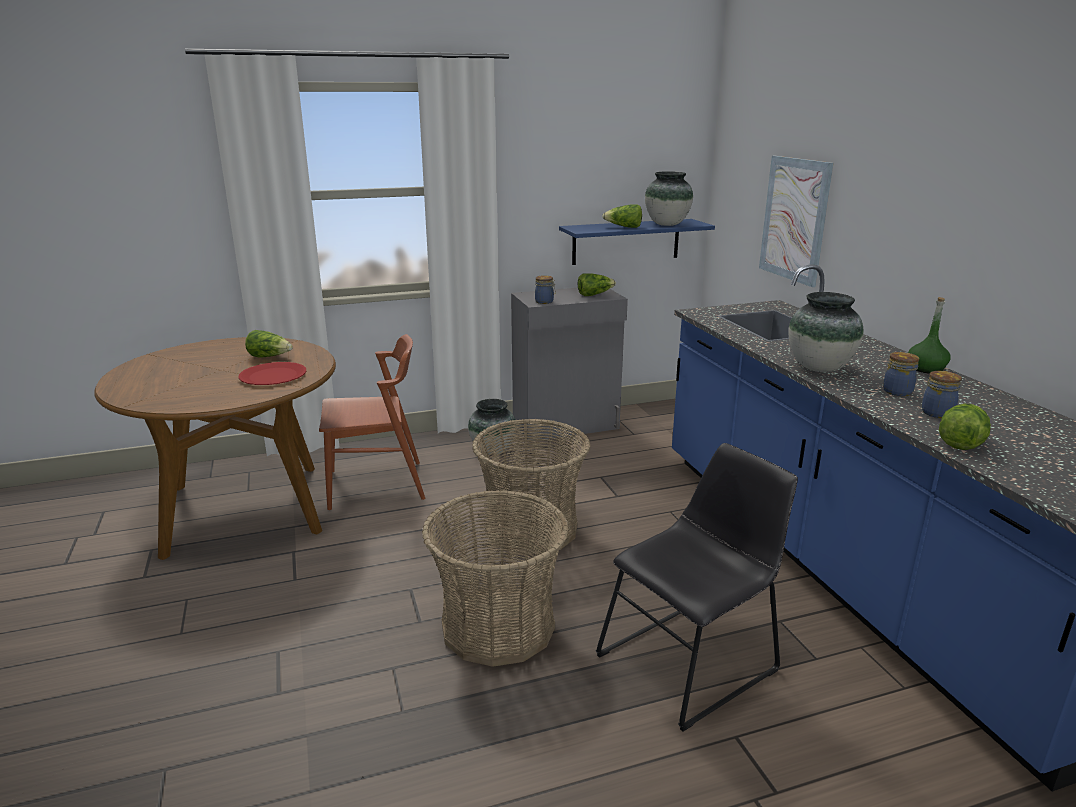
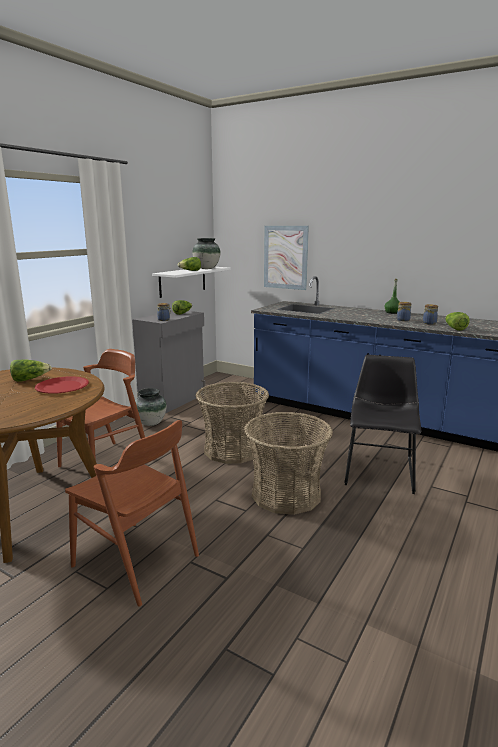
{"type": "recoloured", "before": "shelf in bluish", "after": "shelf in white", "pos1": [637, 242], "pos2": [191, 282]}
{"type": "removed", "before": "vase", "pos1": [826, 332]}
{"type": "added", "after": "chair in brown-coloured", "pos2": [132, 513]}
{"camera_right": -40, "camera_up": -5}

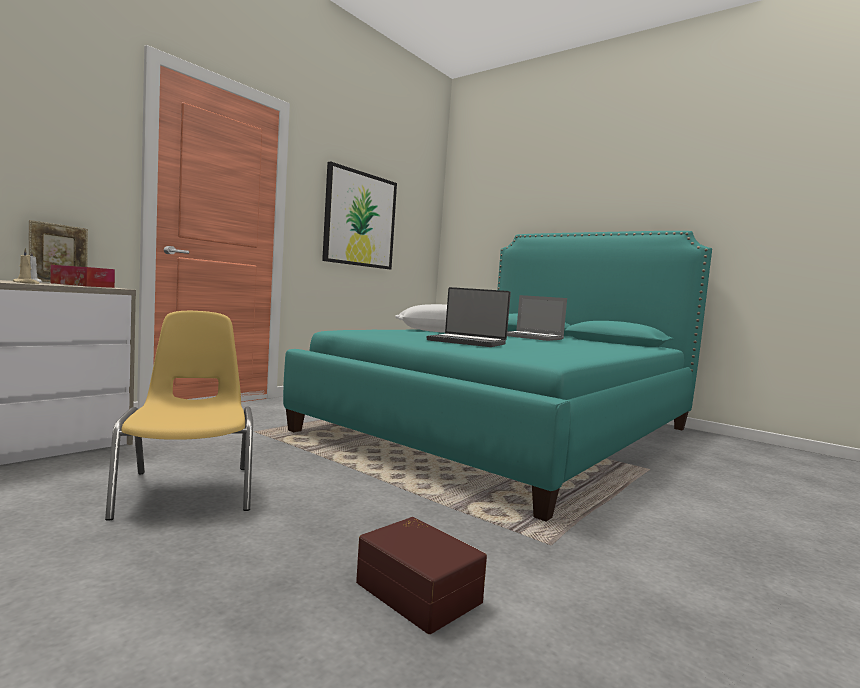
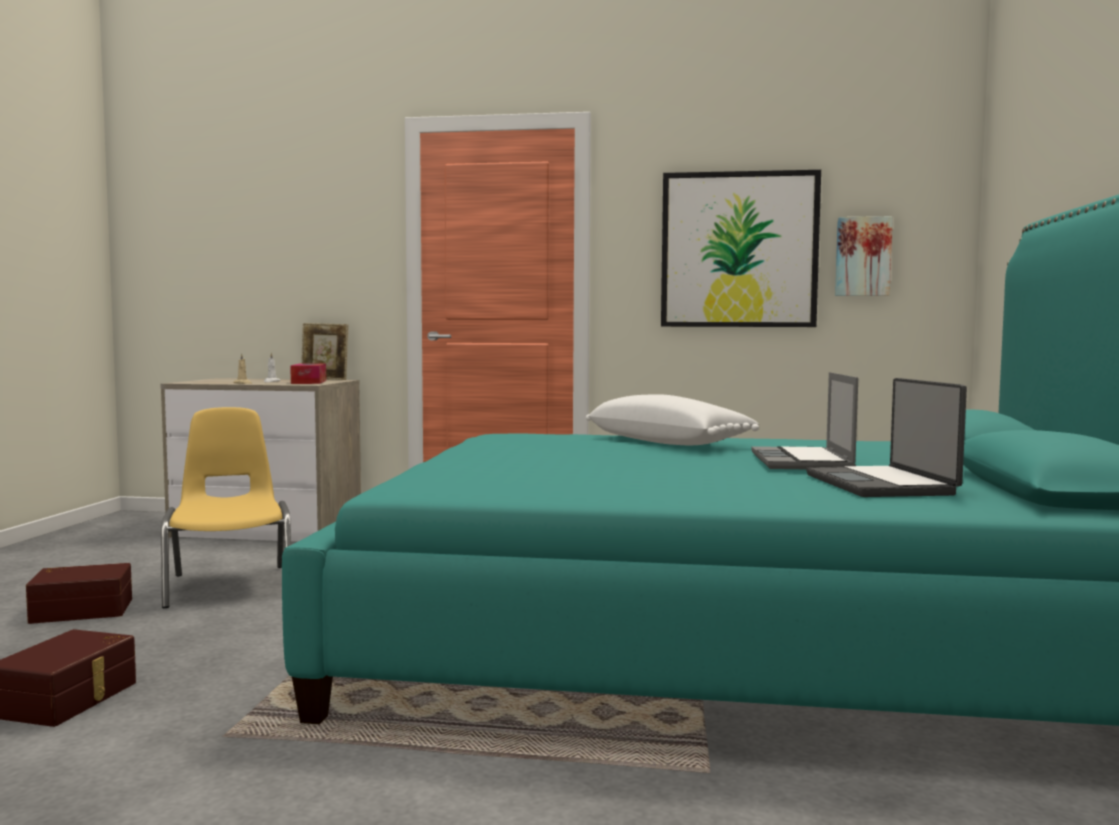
{"type": "turned", "before": "chair in yellow-coloured", "pos1": [179, 416], "pos2": [226, 507], "turn": -60}
{"type": "moved", "before": "notebook computer", "pos1": [469, 317], "pos2": [886, 437]}
{"type": "added", "after": "storage box in brown-coloured", "pos2": [79, 593]}
{"type": "added", "after": "wall art", "pos2": [864, 256]}
{"camera_right": 60, "camera_up": 0}

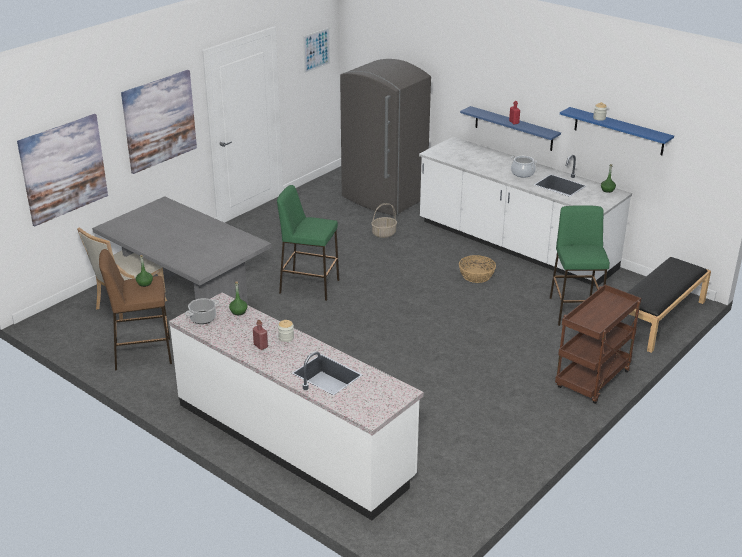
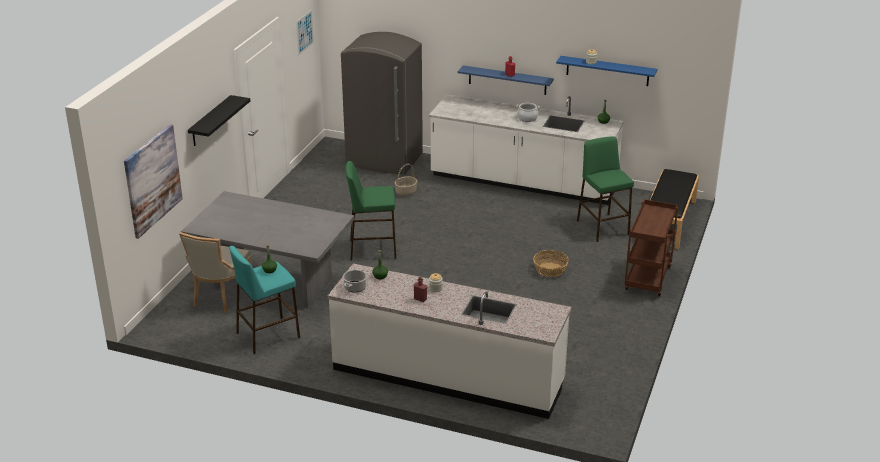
{"type": "recoloured", "before": "sitting stool in brown-coloured", "after": "sitting stool in turquoise-coloured", "pos1": [135, 310], "pos2": [264, 300]}
{"type": "replaced", "before": "wall art", "after": "shelf in black-coloured", "pos1": [159, 122], "pos2": [219, 120]}
{"type": "moved", "before": "storage basket", "pos1": [477, 269], "pos2": [551, 263]}
{"camera_right": -20, "camera_up": 0}

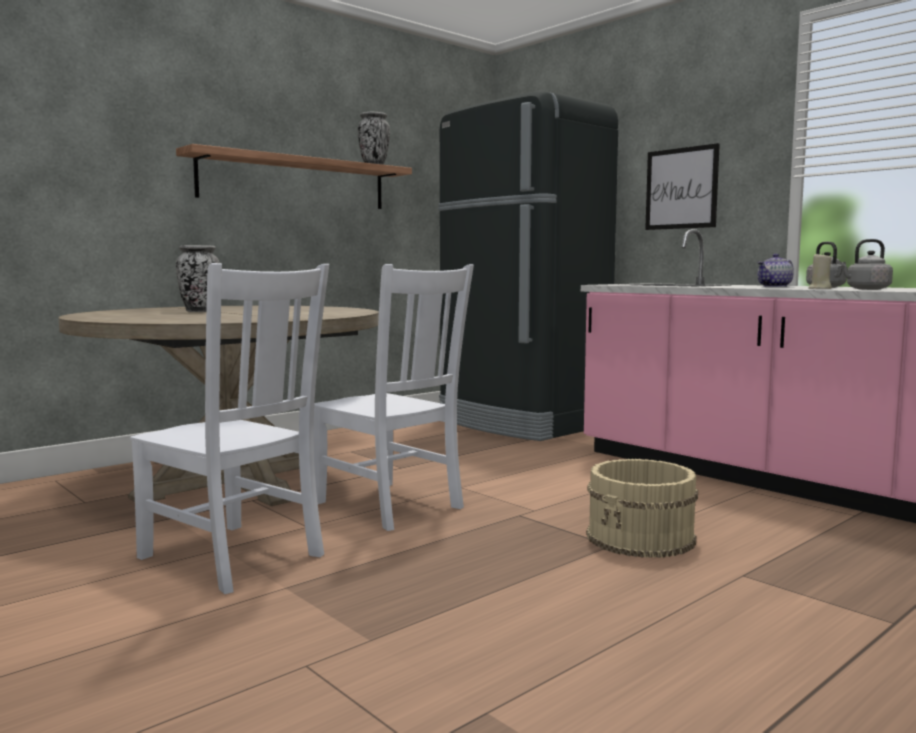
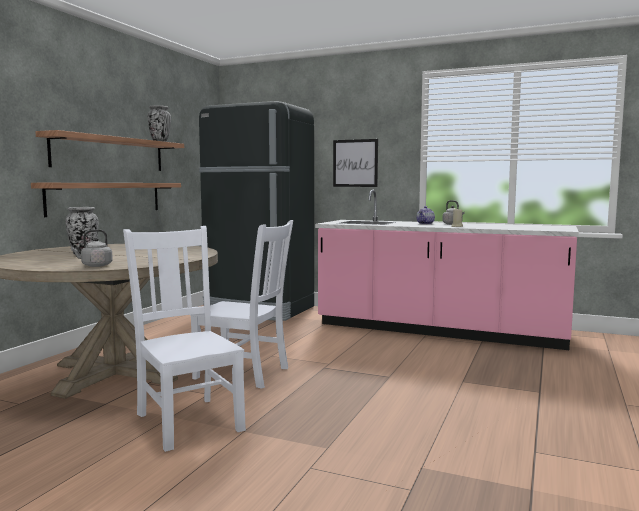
{"type": "turned", "before": "chair in white", "pos1": [229, 428], "pos2": [184, 339], "turn": -135}
{"type": "removed", "before": "bucket in beige", "pos1": [642, 508]}
{"type": "moved", "before": "tea kettle in greyish", "pos1": [865, 264], "pos2": [92, 248]}
{"type": "added", "after": "shelf", "pos2": [106, 200]}
{"camera_right": -25, "camera_up": 0}

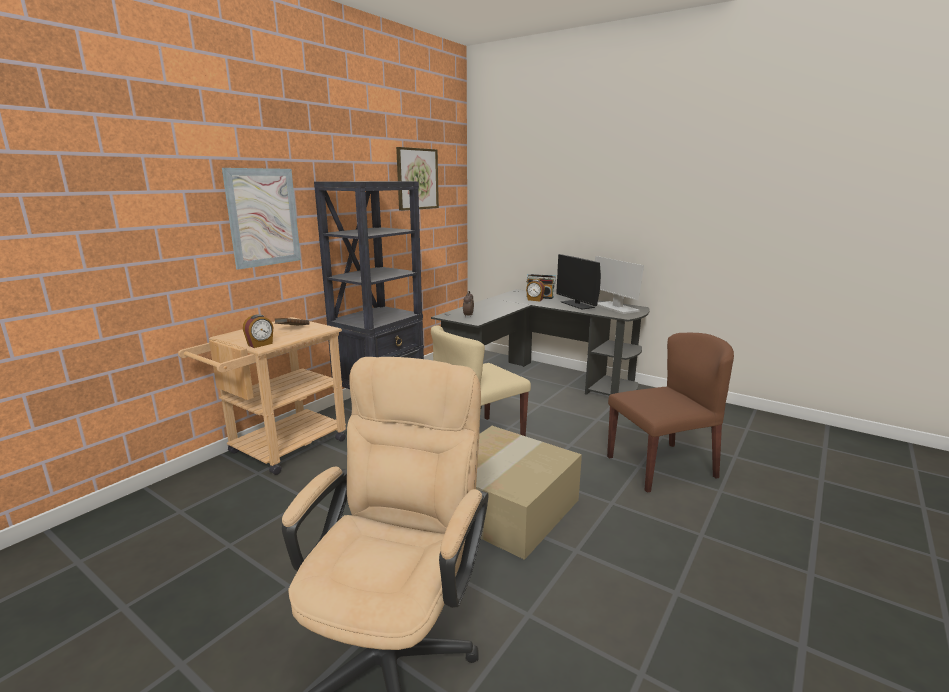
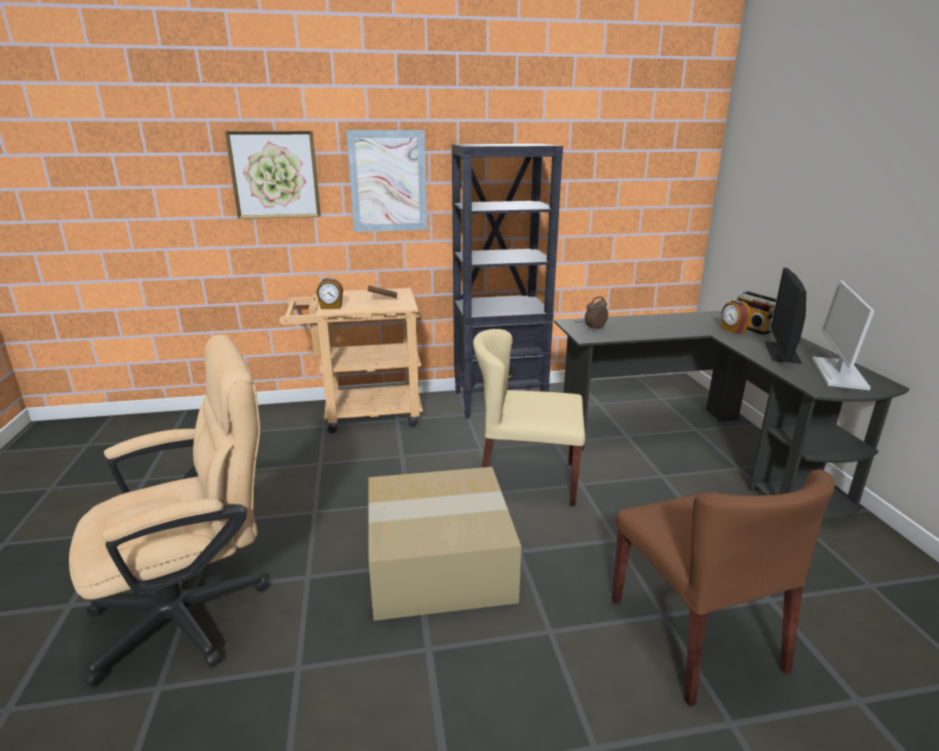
{"type": "moved", "before": "wall art", "pos1": [417, 179], "pos2": [273, 175]}
{"type": "turned", "before": "chair in brown-coloured", "pos1": [670, 413], "pos2": [723, 588], "turn": 45}
{"camera_right": 45, "camera_up": 5}

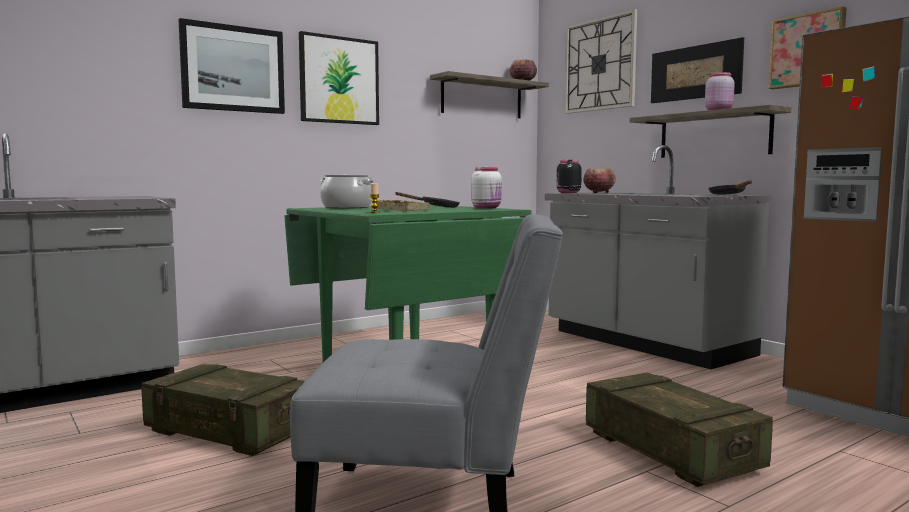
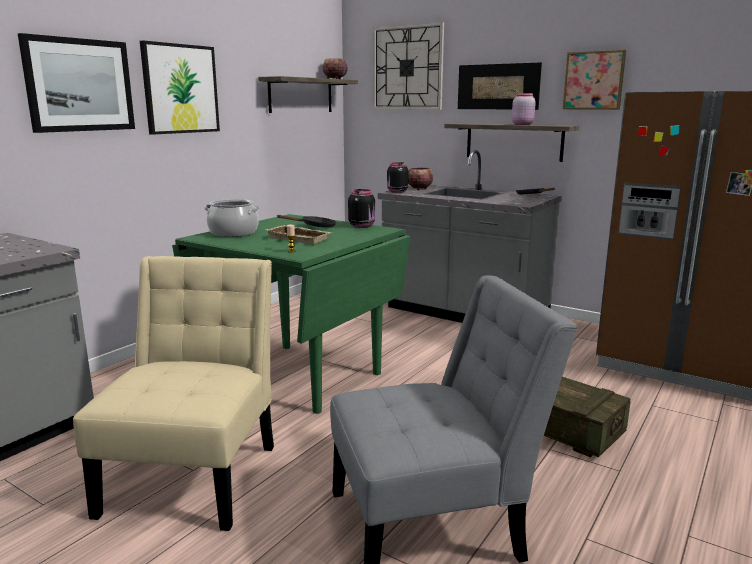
{"type": "replaced", "before": "crate", "after": "chair in beige", "pos1": [223, 410], "pos2": [173, 393]}
{"type": "recoloured", "before": "jar in white", "after": "jar in black-coloured", "pos1": [486, 188], "pos2": [361, 208]}
{"camera_right": -20, "camera_up": 10}

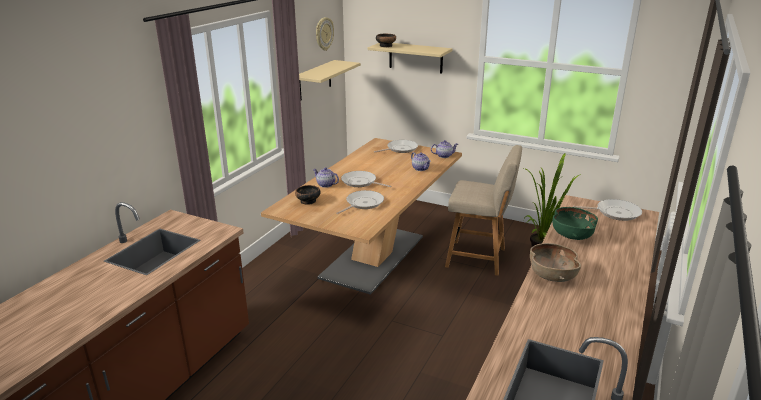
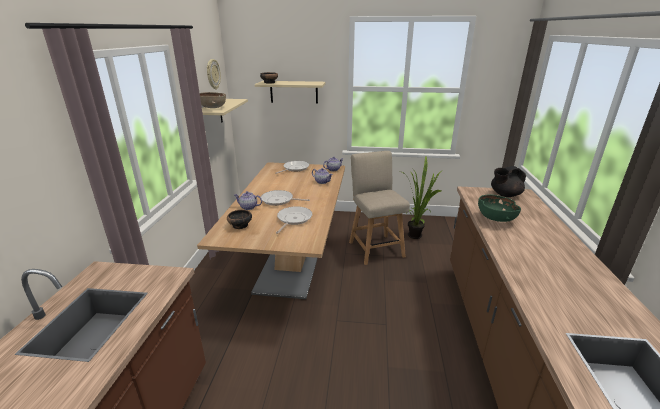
{"type": "turned", "before": "chair in beige", "pos1": [483, 210], "pos2": [379, 208], "turn": -105}
{"type": "moved", "before": "serving bowl in brown-coloured", "pos1": [555, 262], "pos2": [213, 100]}
{"type": "replaced", "before": "skillet", "after": "teapot in black-coloured", "pos1": [607, 210], "pos2": [508, 181]}
{"camera_right": -20, "camera_up": 0}

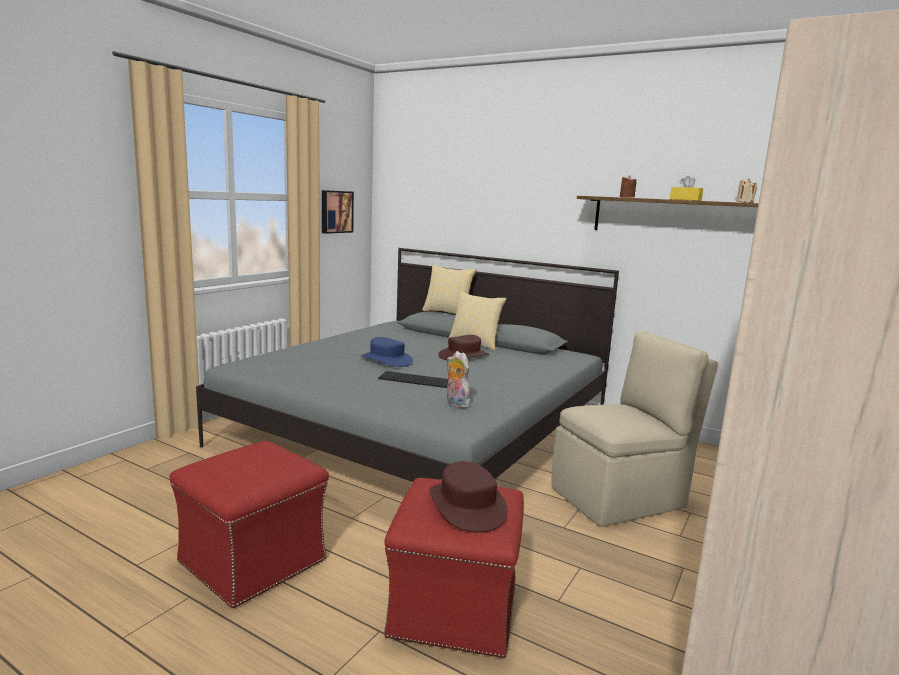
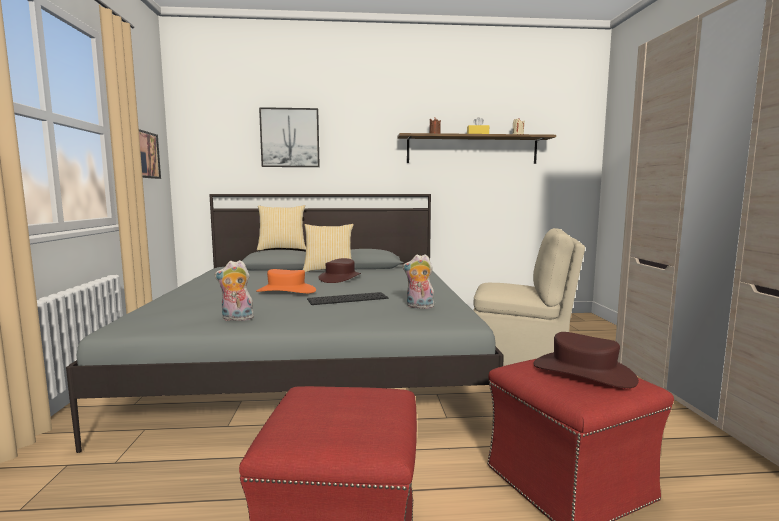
{"type": "recoloured", "before": "hat in bluish", "after": "hat in orange", "pos1": [387, 352], "pos2": [286, 281]}
{"type": "turned", "before": "chair in beige", "pos1": [634, 429], "pos2": [529, 297], "turn": 75}
{"type": "added", "after": "soft toy", "pos2": [234, 290]}
{"type": "added", "after": "wall art", "pos2": [289, 137]}
{"camera_right": -35, "camera_up": -5}

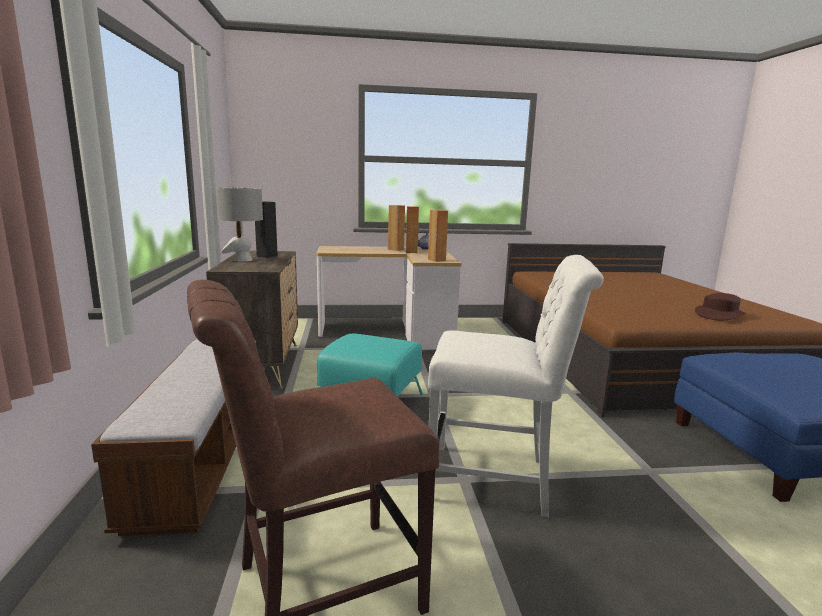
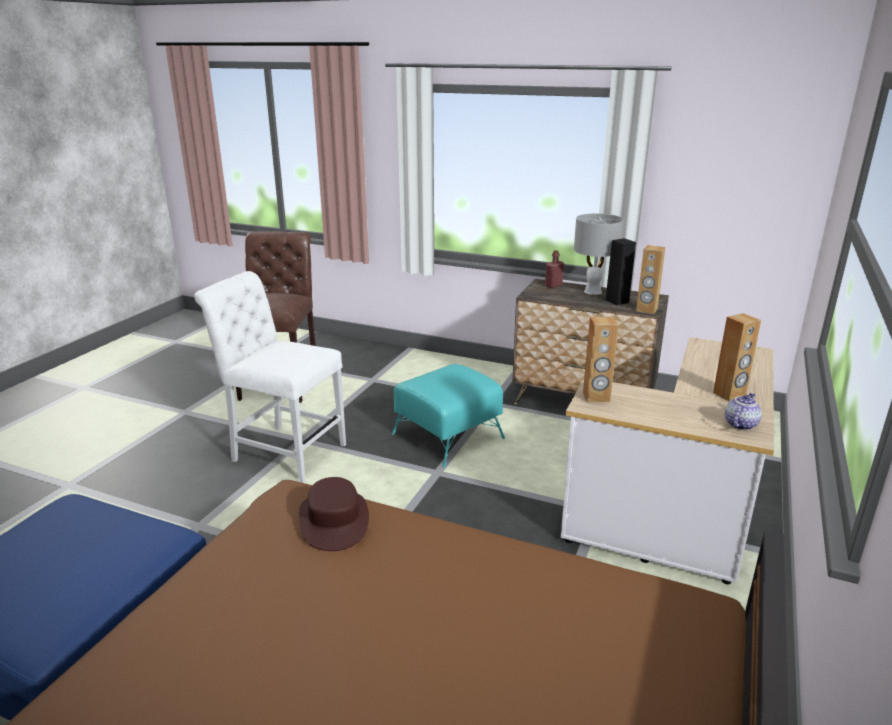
{"type": "removed", "before": "bench", "pos1": [173, 437]}
{"type": "moved", "before": "audio speaker in brown-coloured", "pos1": [412, 229], "pos2": [650, 279]}
{"type": "turned", "before": "chair in white", "pos1": [516, 386], "pos2": [270, 377], "turn": 75}
{"type": "moved", "before": "hat in brown-coloured", "pos1": [720, 306], "pos2": [334, 514]}
{"type": "added", "after": "drink bottle in red-coloured", "pos2": [554, 269]}
{"camera_right": 120, "camera_up": 10}

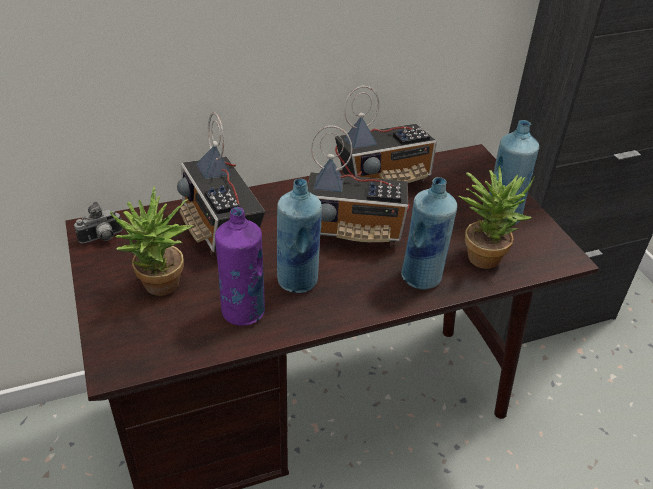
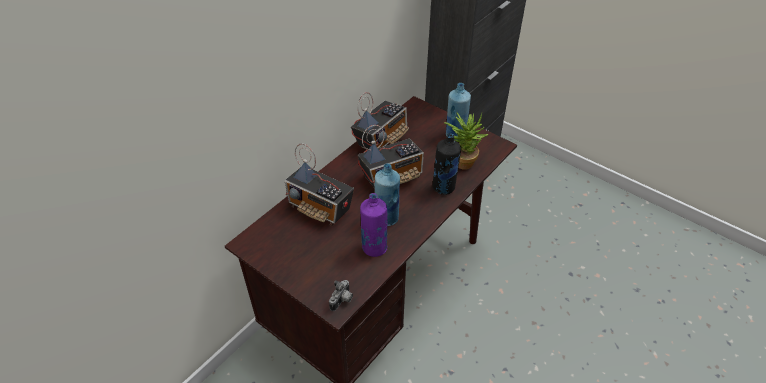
{"type": "moved", "before": "photo camera", "pos1": [98, 222], "pos2": [341, 295]}
{"type": "removed", "before": "plant in a pot", "pos1": [152, 241]}
{"type": "recoloured", "before": "drink bottle in bluish", "after": "drink bottle in black-coloured", "pos1": [429, 233], "pos2": [447, 164]}
{"camera_right": -30, "camera_up": 5}

